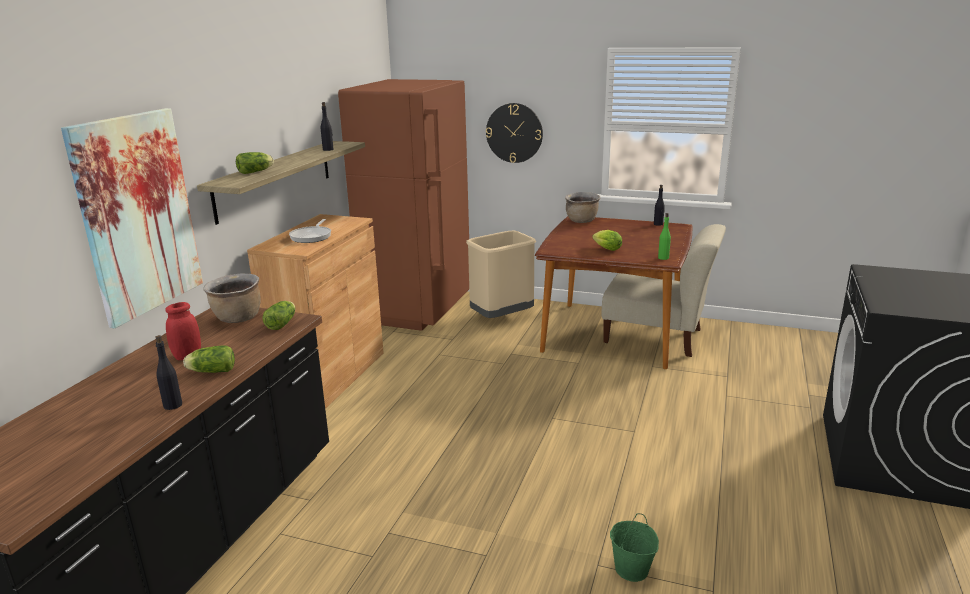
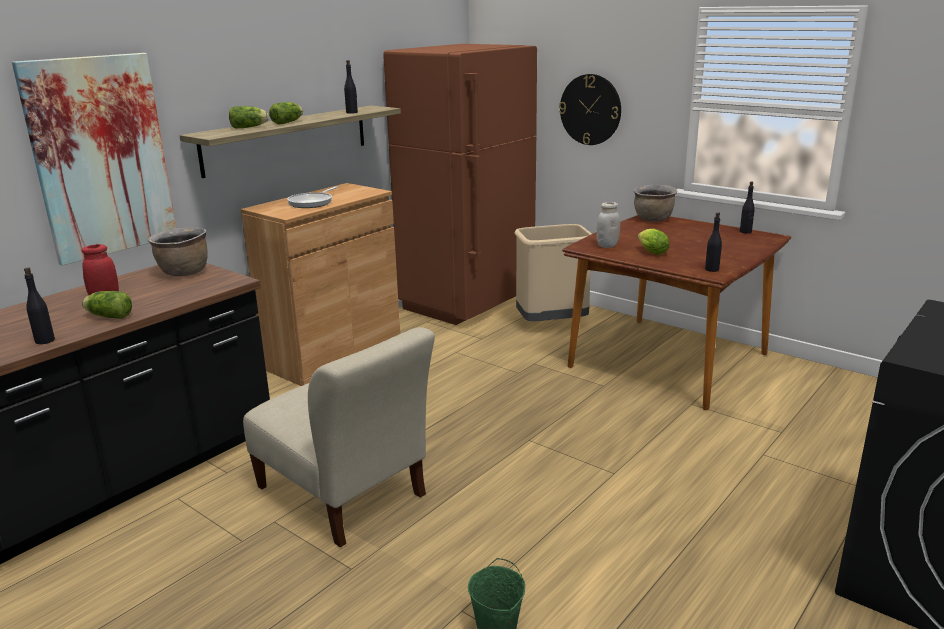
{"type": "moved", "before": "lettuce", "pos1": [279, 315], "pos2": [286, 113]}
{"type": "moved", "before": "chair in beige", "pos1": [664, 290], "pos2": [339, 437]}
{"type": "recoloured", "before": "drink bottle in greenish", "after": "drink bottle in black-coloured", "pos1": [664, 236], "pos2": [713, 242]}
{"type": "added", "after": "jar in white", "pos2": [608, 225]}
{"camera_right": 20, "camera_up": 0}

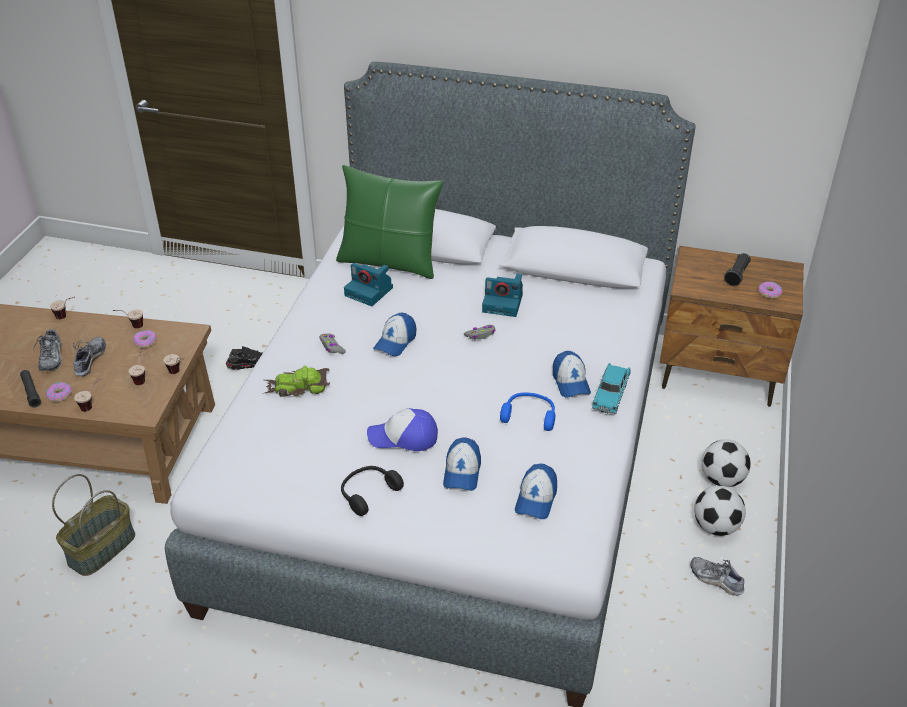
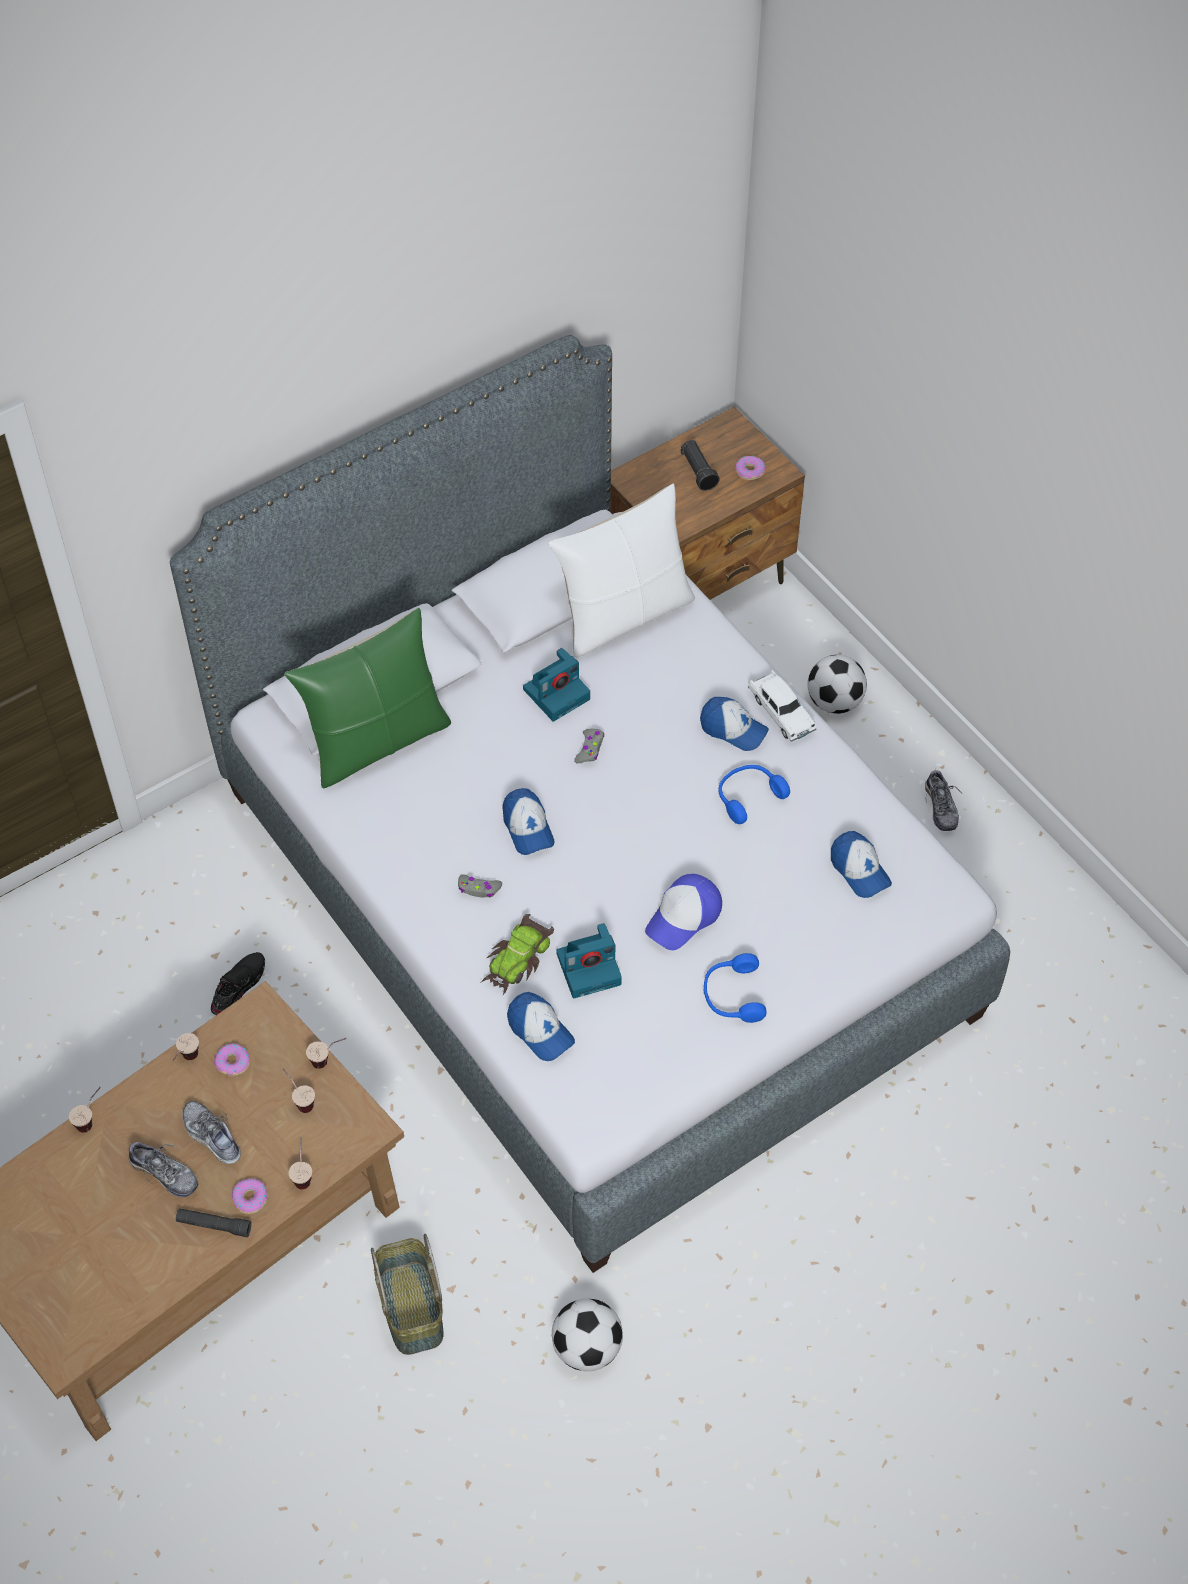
{"type": "recoloured", "before": "headphones in black-coloured", "after": "headphones in bluish", "pos1": [372, 491], "pos2": [735, 988]}
{"type": "moved", "before": "photo camera", "pos1": [368, 284], "pos2": [589, 960]}
{"type": "moved", "before": "baseball cap", "pos1": [462, 464], "pos2": [541, 1026]}
{"type": "recoloured", "before": "miniature car in turquoise-coloured", "after": "miniature car in white", "pos1": [611, 388], "pos2": [782, 706]}
{"type": "turned", "before": "low shoe", "pos1": [717, 576], "pos2": [943, 800], "turn": -90}
{"type": "moved", "before": "football", "pos1": [720, 511], "pos2": [587, 1334]}
{"type": "added", "after": "pillow in white", "pos2": [621, 570]}
{"camera_right": -50, "camera_up": 15}

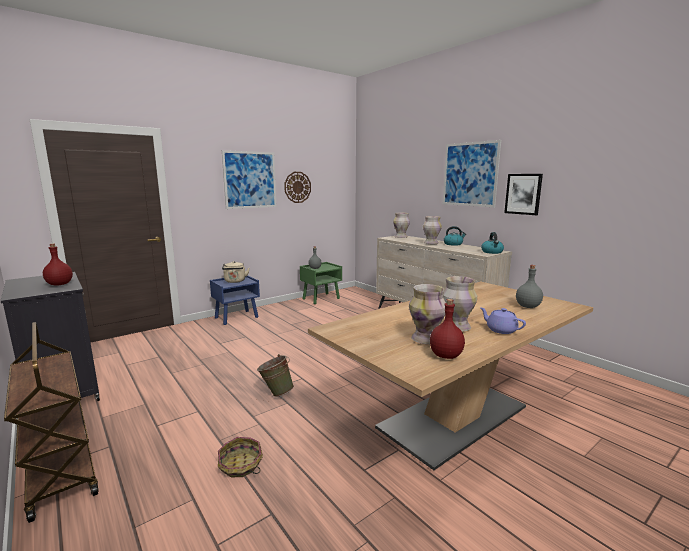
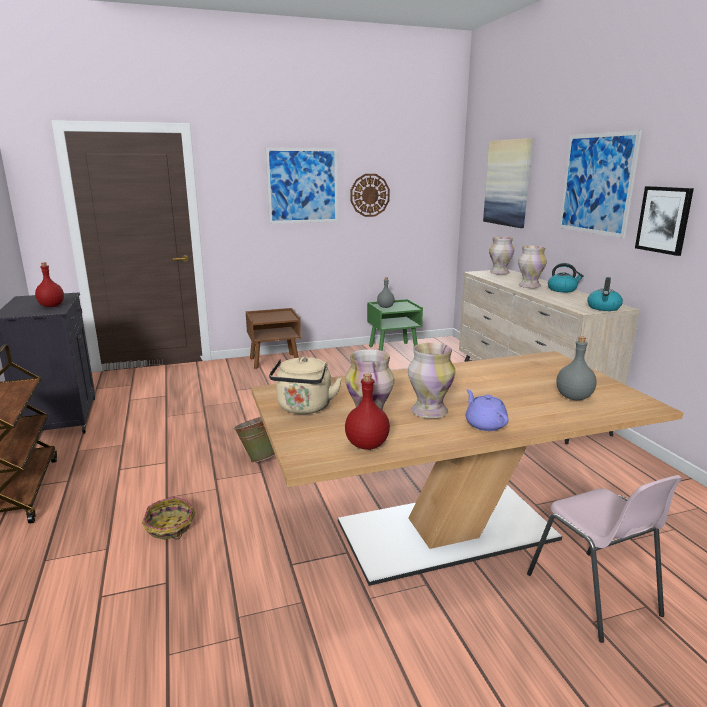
{"type": "recoloured", "before": "nightstand in bluish", "after": "nightstand in brown-coloured", "pos1": [235, 300], "pos2": [273, 338]}
{"type": "moved", "before": "tea kettle in beige", "pos1": [236, 272], "pos2": [305, 385]}
{"type": "added", "after": "wall art", "pos2": [508, 183]}
{"type": "added", "after": "chair in pink-coloured", "pos2": [604, 559]}
{"camera_right": 20, "camera_up": 5}

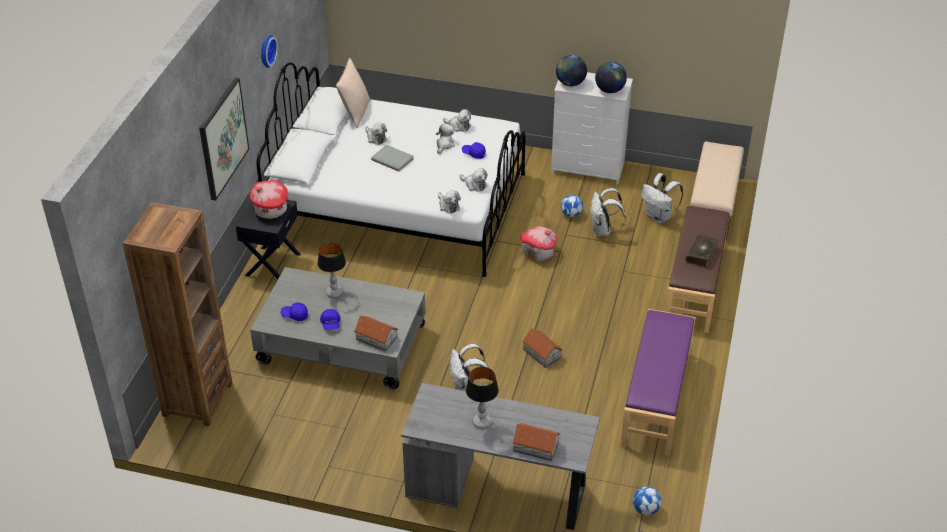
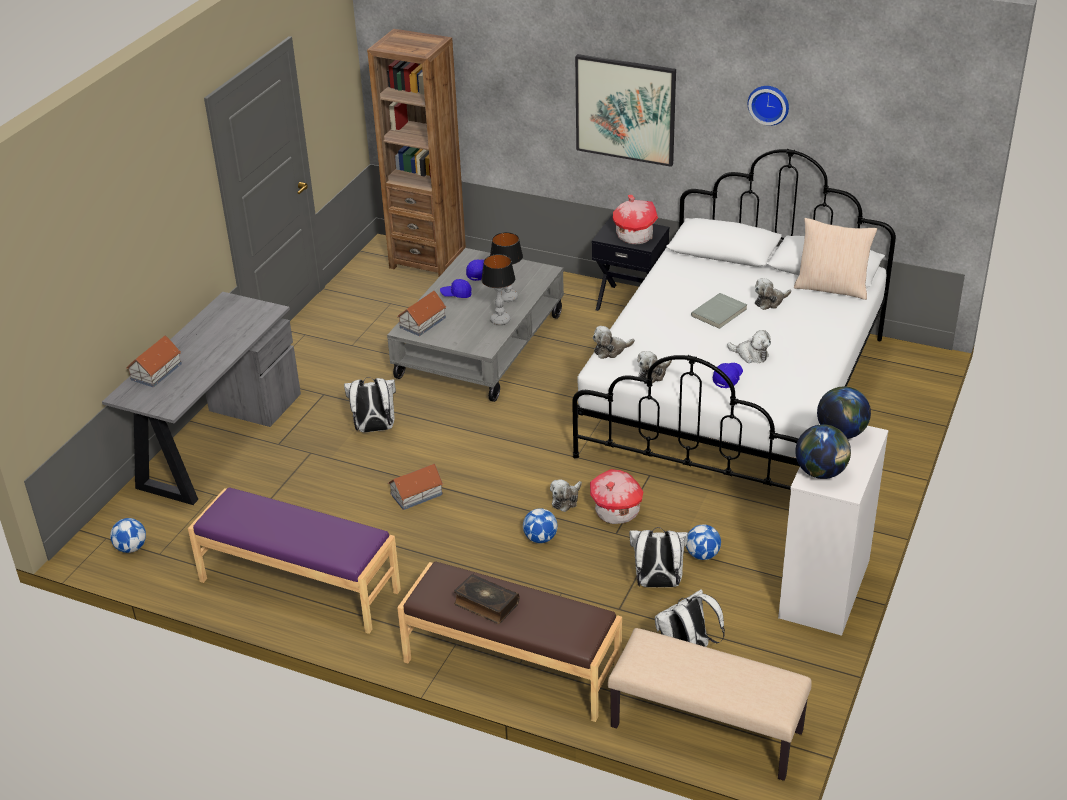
{"type": "moved", "before": "soft toy", "pos1": [457, 120], "pos2": [566, 495]}
{"type": "moved", "before": "table lamp", "pos1": [482, 398], "pos2": [498, 289]}
{"type": "added", "after": "football", "pos2": [540, 525]}
{"camera_right": 100, "camera_up": -5}

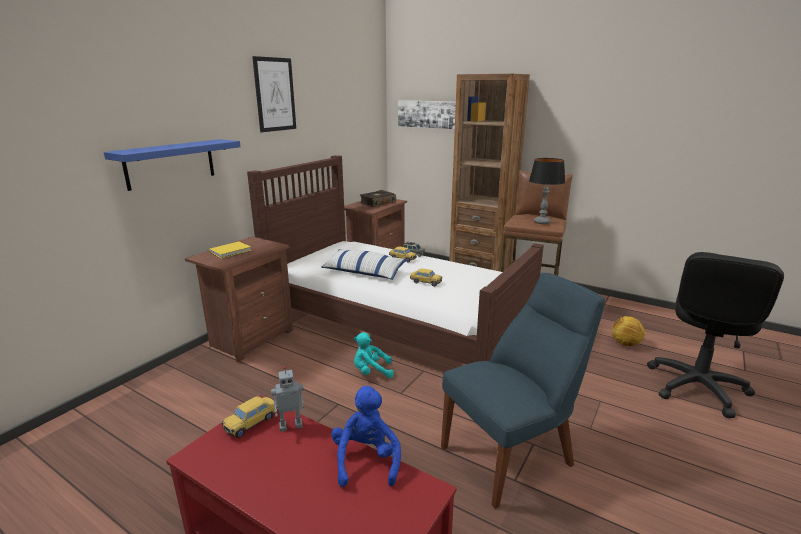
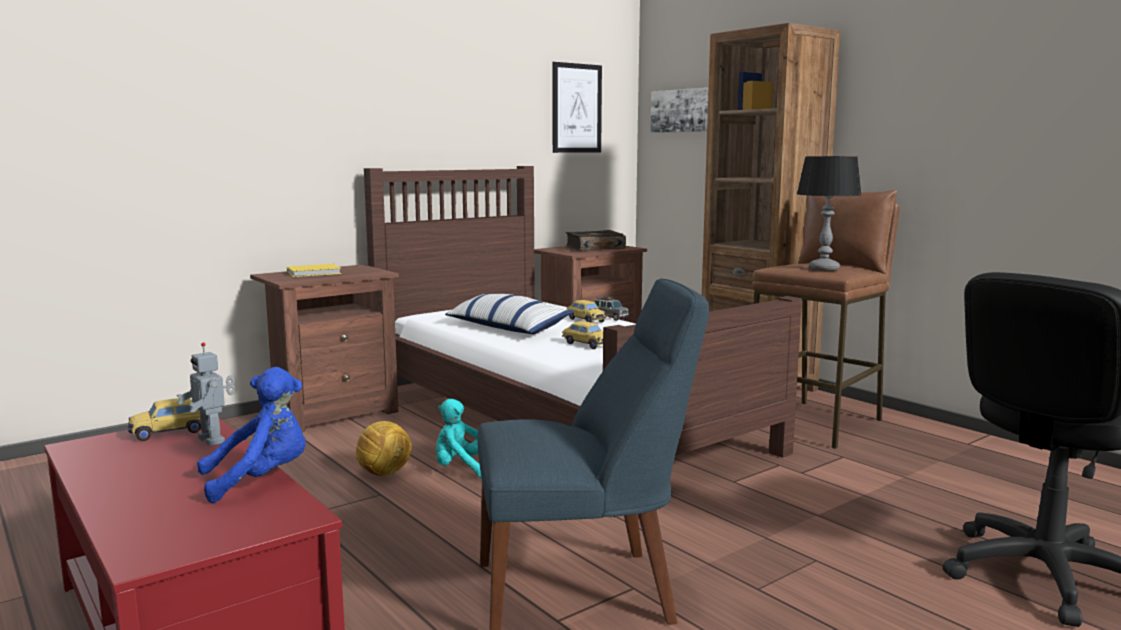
{"type": "removed", "before": "shelf in bluish", "pos1": [172, 165]}
{"type": "moved", "before": "wall art", "pos1": [274, 94], "pos2": [577, 107]}
{"type": "turned", "before": "model robot", "pos1": [288, 399], "pos2": [205, 394], "turn": 45}
{"type": "turned", "before": "soft toy in bluish", "pos1": [366, 436], "pos2": [251, 435], "turn": 45}
{"type": "moved", "before": "football", "pos1": [629, 331], "pos2": [384, 448]}
{"camera_right": 20, "camera_up": -10}

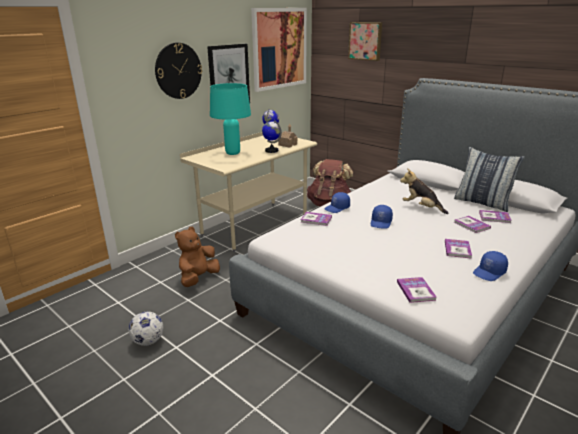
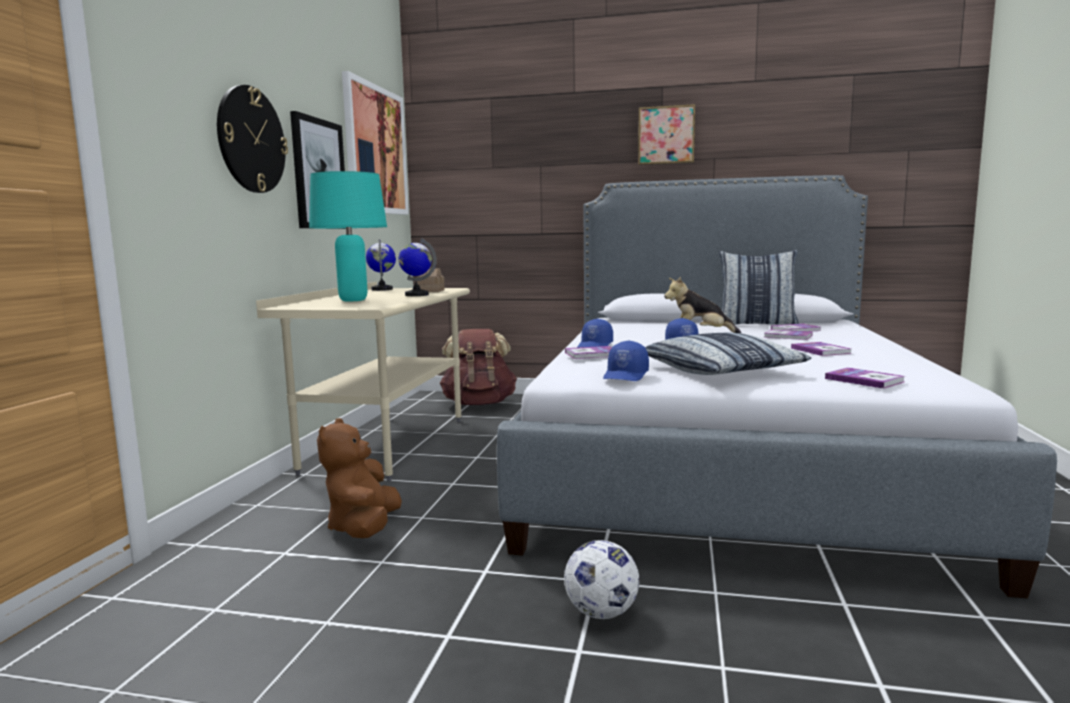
{"type": "moved", "before": "football", "pos1": [146, 328], "pos2": [602, 579]}
{"type": "moved", "before": "wall art", "pos1": [365, 41], "pos2": [666, 134]}
{"type": "moved", "before": "baseball cap in bluish", "pos1": [490, 266], "pos2": [626, 360]}
{"type": "added", "after": "pillow", "pos2": [728, 354]}
{"camera_right": -30, "camera_up": -15}

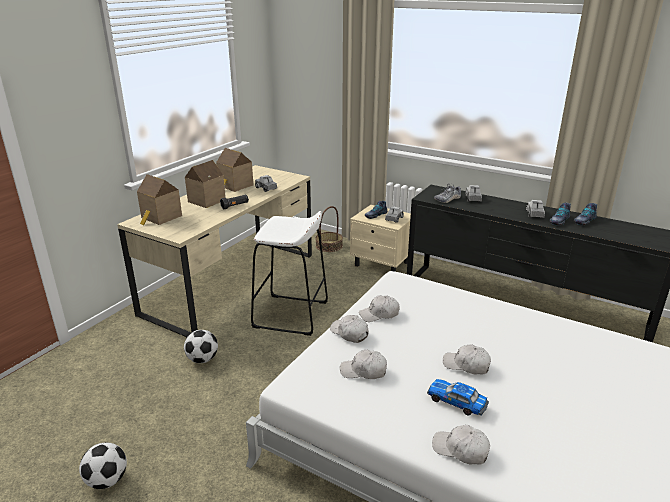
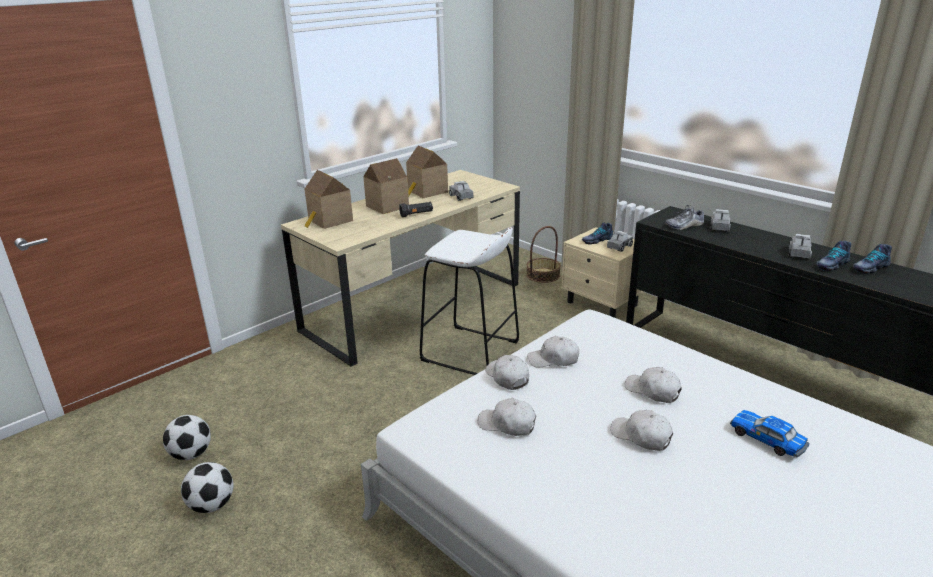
{"type": "moved", "before": "football", "pos1": [201, 346], "pos2": [187, 437]}
{"type": "moved", "before": "miniature car", "pos1": [458, 397], "pos2": [769, 434]}
{"type": "moved", "before": "baseball cap in white", "pos1": [461, 445], "pos2": [653, 385]}
{"camera_right": 15, "camera_up": 0}

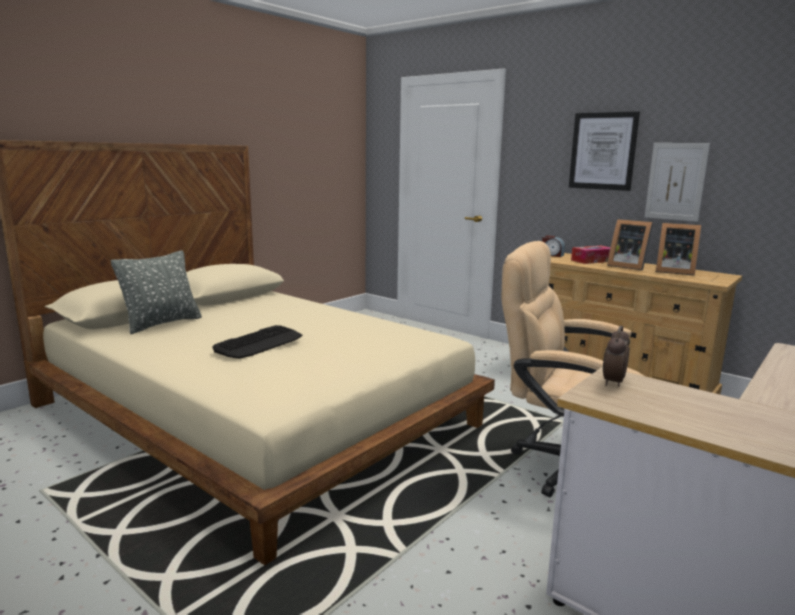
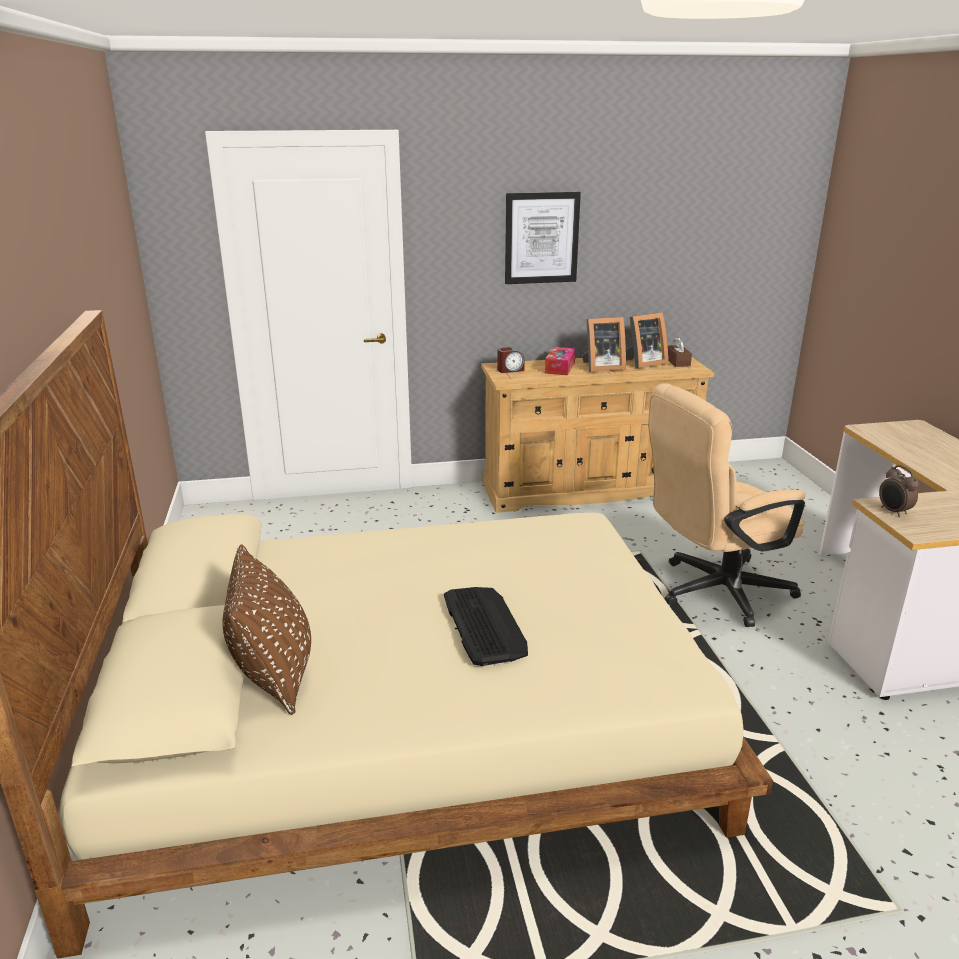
{"type": "recoloured", "before": "pillow in greyish", "after": "pillow in brown-coloured", "pos1": [156, 292], "pos2": [266, 629]}
{"type": "removed", "before": "wall art", "pos1": [677, 182]}
{"type": "added", "after": "tissue box in brown-coloured", "pos2": [680, 352]}
{"camera_right": -50, "camera_up": 10}

